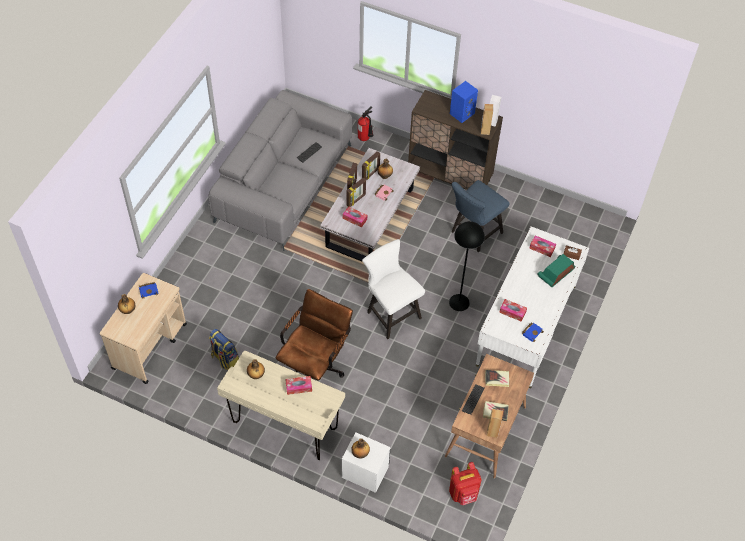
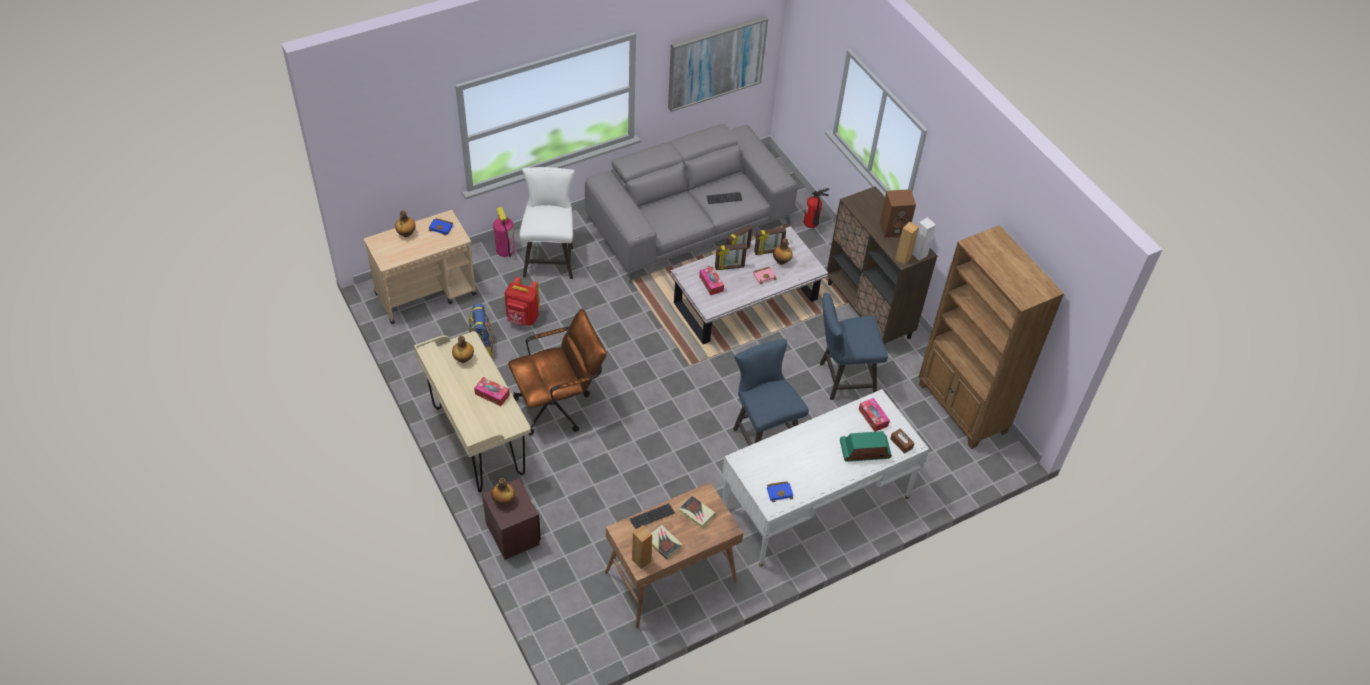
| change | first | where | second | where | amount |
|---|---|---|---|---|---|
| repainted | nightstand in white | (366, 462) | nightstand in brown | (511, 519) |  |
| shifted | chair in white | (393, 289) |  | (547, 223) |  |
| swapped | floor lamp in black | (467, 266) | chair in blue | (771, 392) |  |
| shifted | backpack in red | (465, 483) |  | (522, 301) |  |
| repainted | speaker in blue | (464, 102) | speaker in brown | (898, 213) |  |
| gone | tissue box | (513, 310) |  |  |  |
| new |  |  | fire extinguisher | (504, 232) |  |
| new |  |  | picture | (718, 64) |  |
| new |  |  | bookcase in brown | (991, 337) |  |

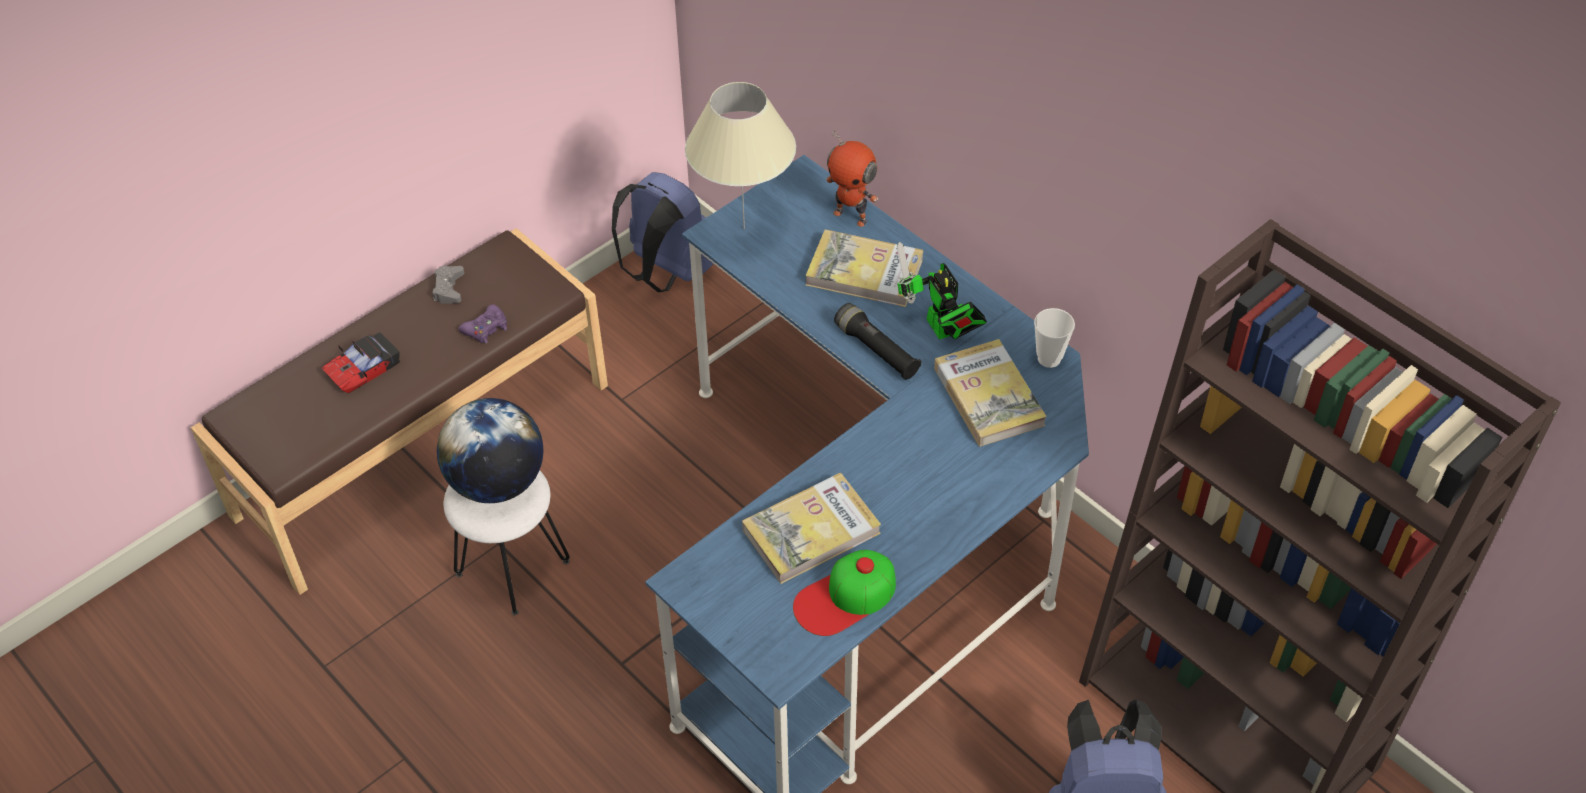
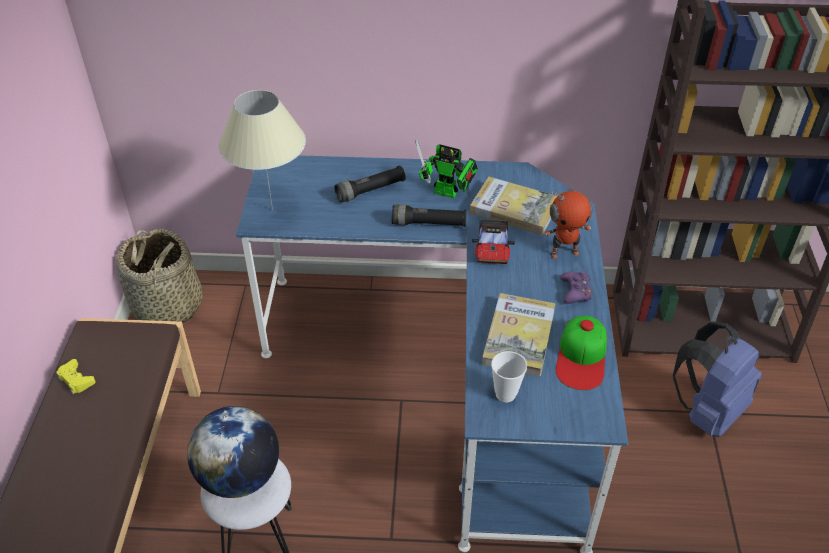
| change | first | where | second | where | amount |
|---|---|---|---|---|---|
| shifted | toy car | (361, 362) |  | (493, 242) |  |
| repainted | game controller in grey | (448, 284) | game controller in yellow | (76, 376) |  |
| shifted | game controller in purple | (482, 324) |  | (576, 287) |  |
| swapped | backpack in blue | (663, 232) | basket | (159, 276) |  |
| swapped | book | (864, 268) | flashlight in black | (370, 184) |  |
| shifted | toy robot | (852, 178) |  | (568, 224) |  |
| shifted | cup | (1054, 338) |  | (509, 376) |  |

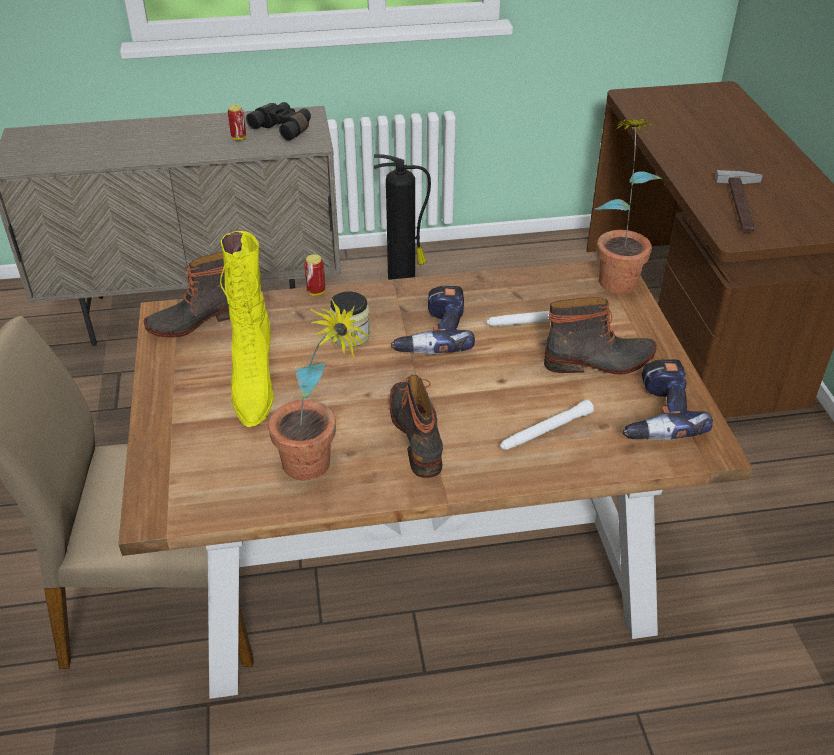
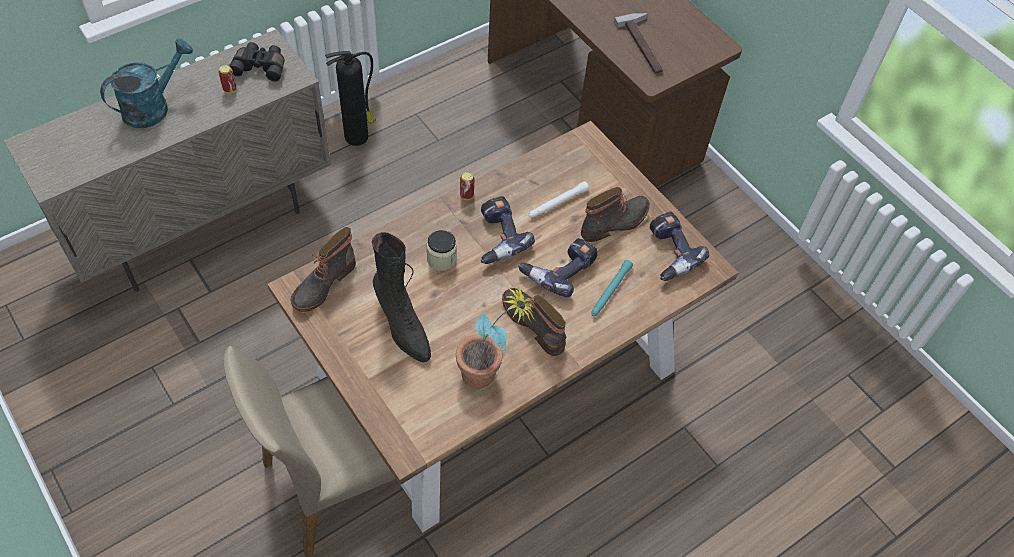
| change | first | where | second | where | amount |
|---|---|---|---|---|---|
| repainted | boot in yellow | (247, 329) | boot in black | (401, 297) |  |
| shifted | can | (314, 275) |  | (467, 186) |  |
| repainted | flashlight in white | (547, 425) | flashlight in turquoise | (612, 288) |  |
| gone | potted plant | (628, 206) |  |  |  |
| new |  |  | watering can in turquoise | (146, 83) |  |
| new |  |  | power drill | (558, 268) |  |

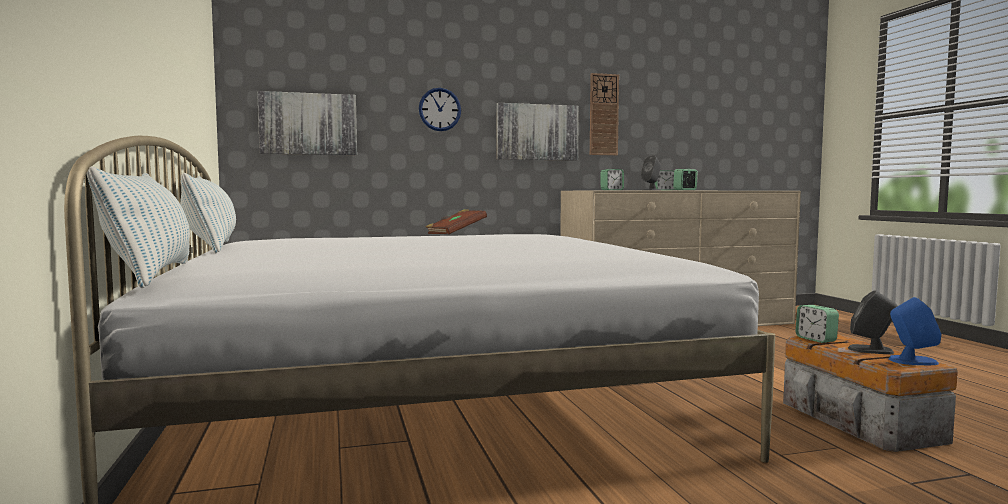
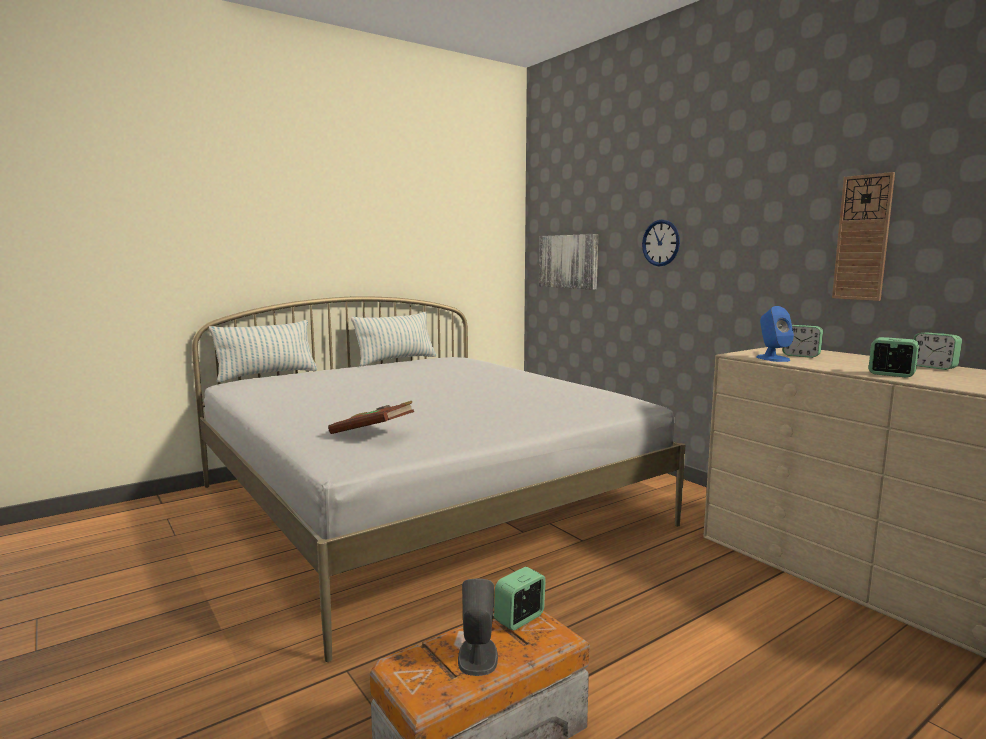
| change | first | where | second | where | amount |
|---|---|---|---|---|---|
| shifted | book in brown | (456, 221) |  | (371, 417) |  |
| gone | picture | (538, 132) |  |  |  |
| gone | speaker in grey | (651, 172) |  |  |  |
| shifted | speaker in blue | (915, 331) |  | (775, 334) |  |

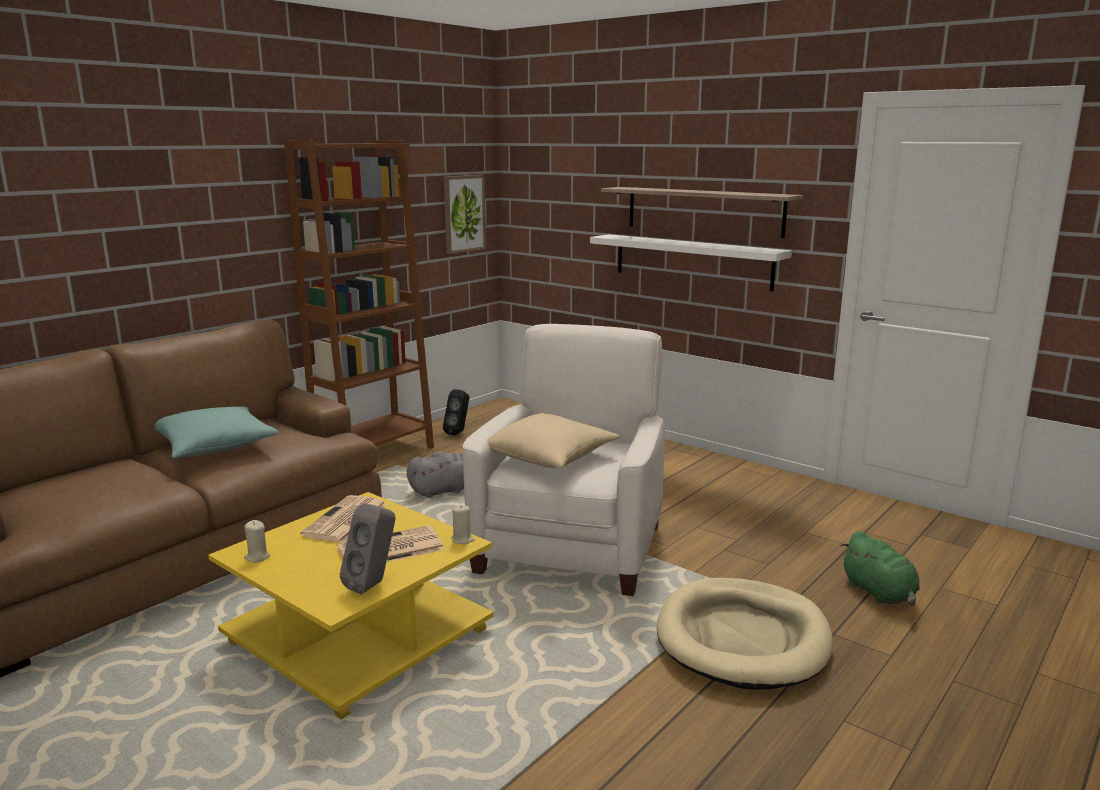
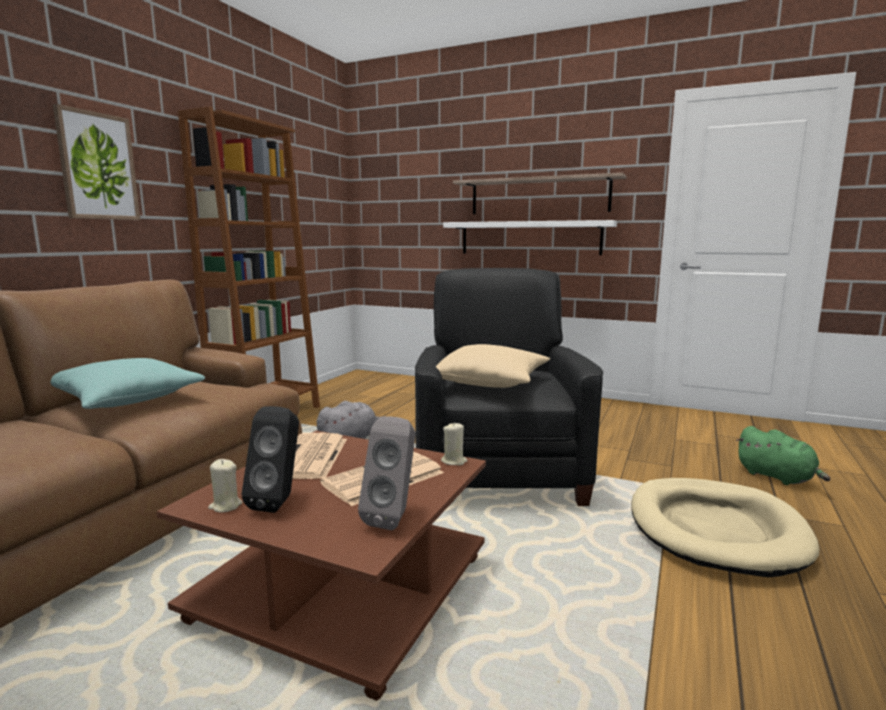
| change | first | where | second | where | amount |
|---|---|---|---|---|---|
| repainted | coffee table in yellow | (351, 605) | coffee table in brown | (321, 565) |  |
| shifted | speaker in black | (456, 412) |  | (270, 459) |  |
| shifted | picture | (465, 214) |  | (96, 162) |  |
| repainted | armchair in white | (564, 460) | armchair in black | (509, 387) |  |

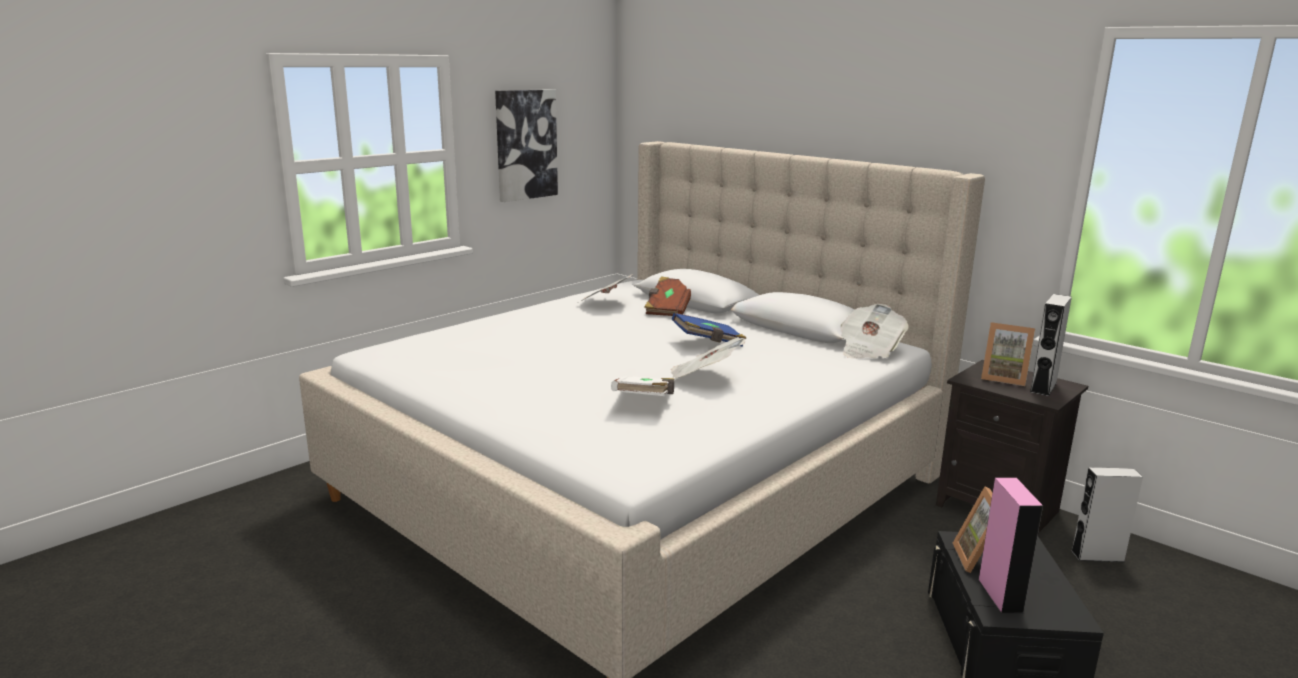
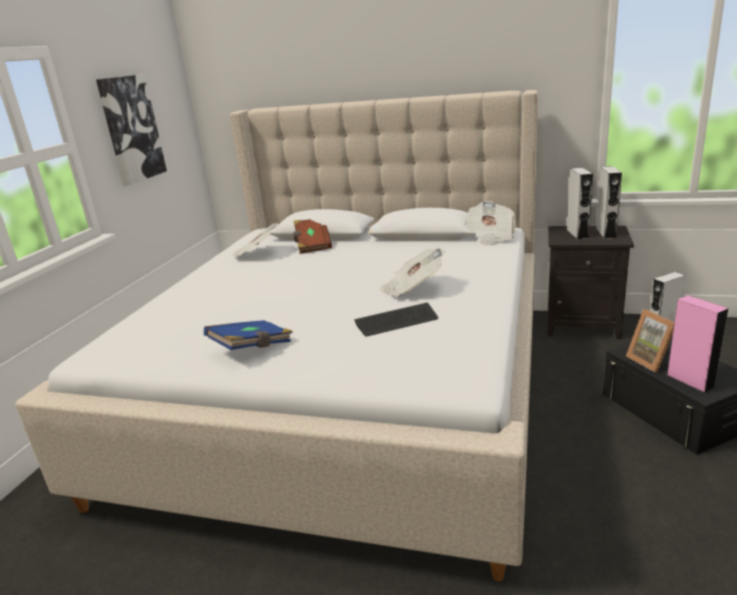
| change | first | where | second | where | amount |
|---|---|---|---|---|---|
| swapped | book in white | (642, 386) | keyboard | (396, 319) |  |
| shifted | book in blue | (709, 330) |  | (248, 335) |  |
| swapped | picture frame | (1008, 354) | speaker in grey | (580, 204) |  |

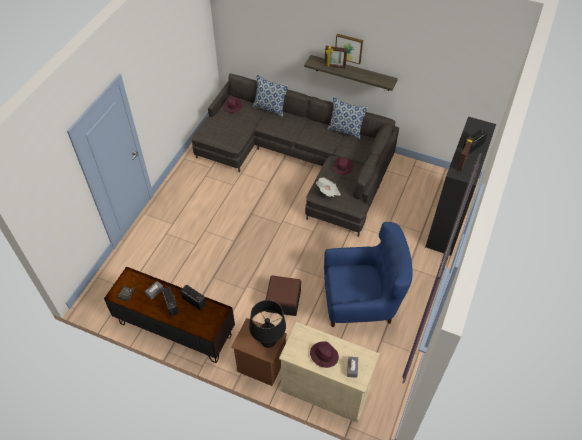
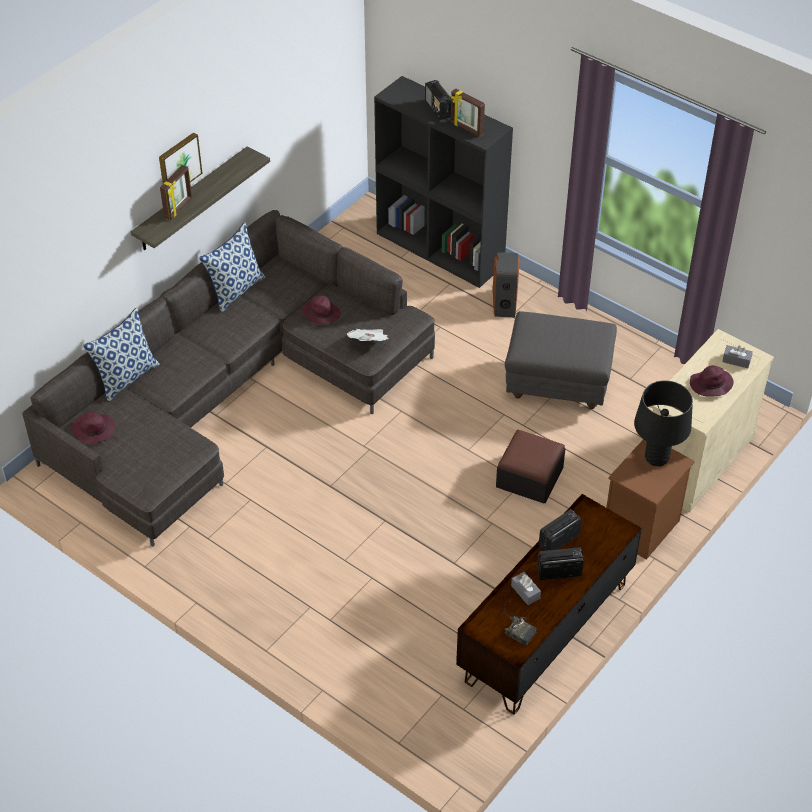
| change | first | where | second | where | amount |
|---|---|---|---|---|---|
| swapped | armchair in blue | (368, 274) | ottoman in grey | (561, 360) |  |
| new |  |  | speaker | (506, 284) |  |

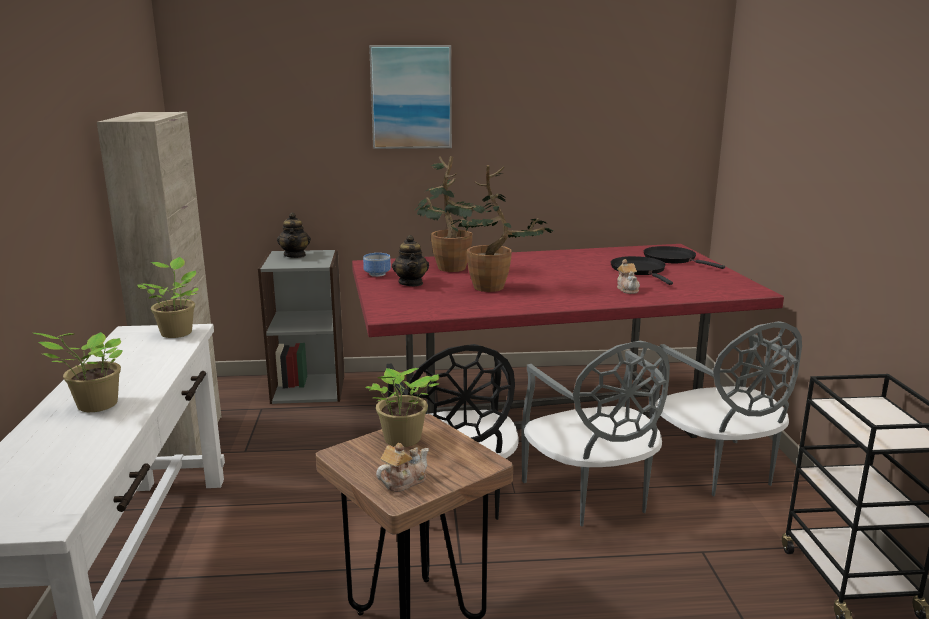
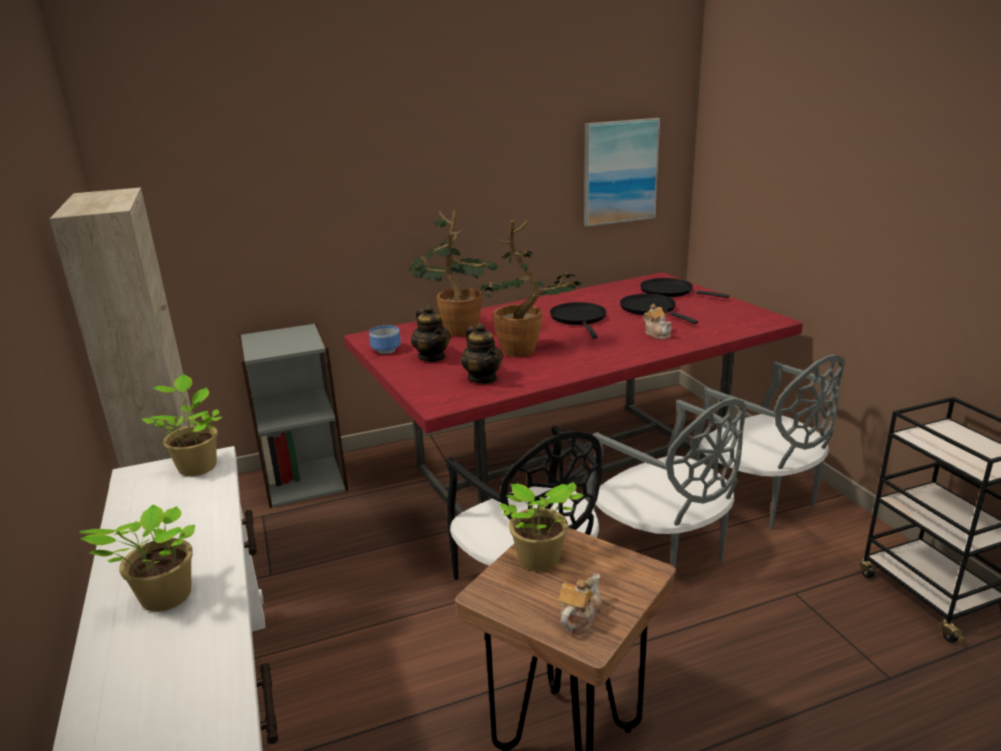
| change | first | where | second | where | amount |
|---|---|---|---|---|---|
| shifted | teapot | (294, 235) |  | (482, 353) |  |
| shifted | picture | (410, 97) |  | (622, 172) |  |
| new |  |  | frying pan in black | (578, 320) |  |

